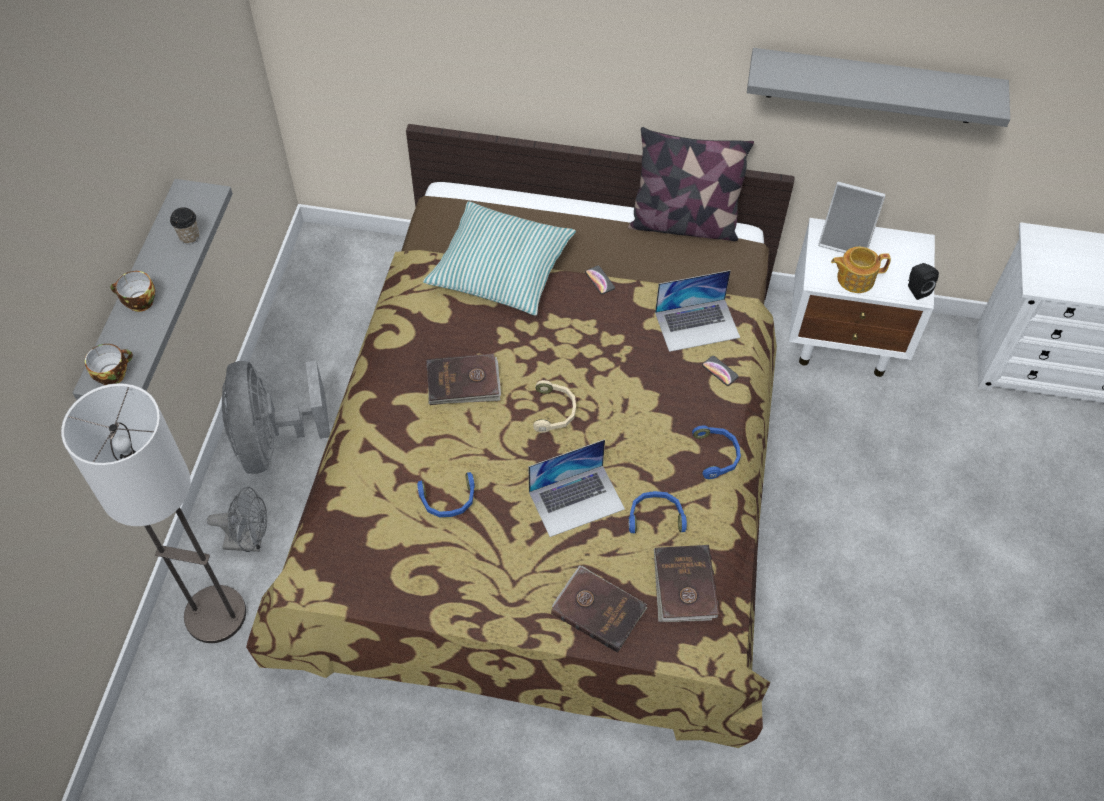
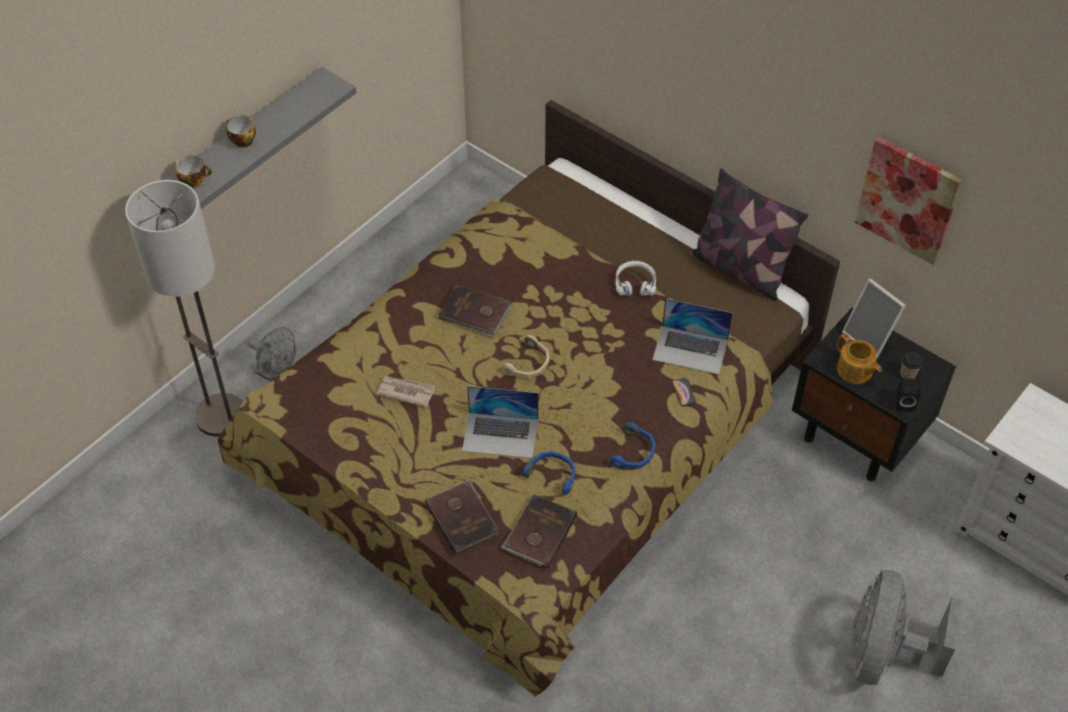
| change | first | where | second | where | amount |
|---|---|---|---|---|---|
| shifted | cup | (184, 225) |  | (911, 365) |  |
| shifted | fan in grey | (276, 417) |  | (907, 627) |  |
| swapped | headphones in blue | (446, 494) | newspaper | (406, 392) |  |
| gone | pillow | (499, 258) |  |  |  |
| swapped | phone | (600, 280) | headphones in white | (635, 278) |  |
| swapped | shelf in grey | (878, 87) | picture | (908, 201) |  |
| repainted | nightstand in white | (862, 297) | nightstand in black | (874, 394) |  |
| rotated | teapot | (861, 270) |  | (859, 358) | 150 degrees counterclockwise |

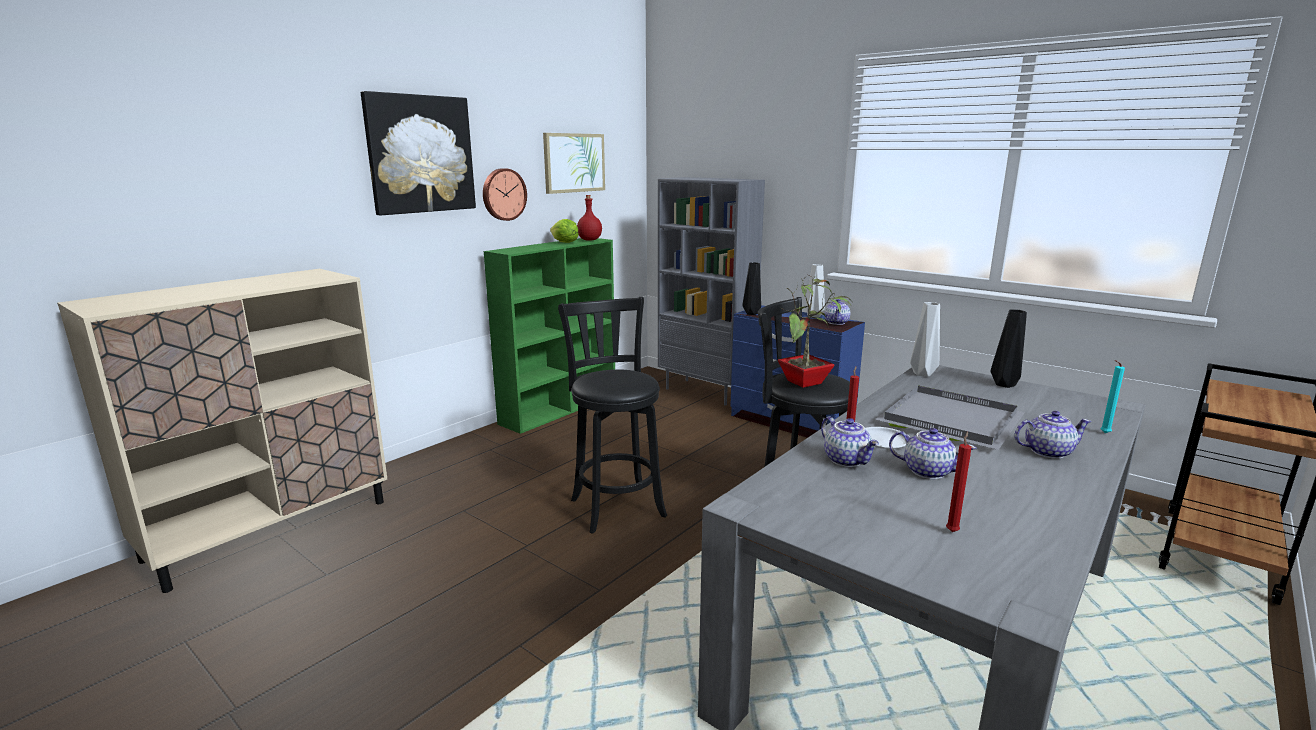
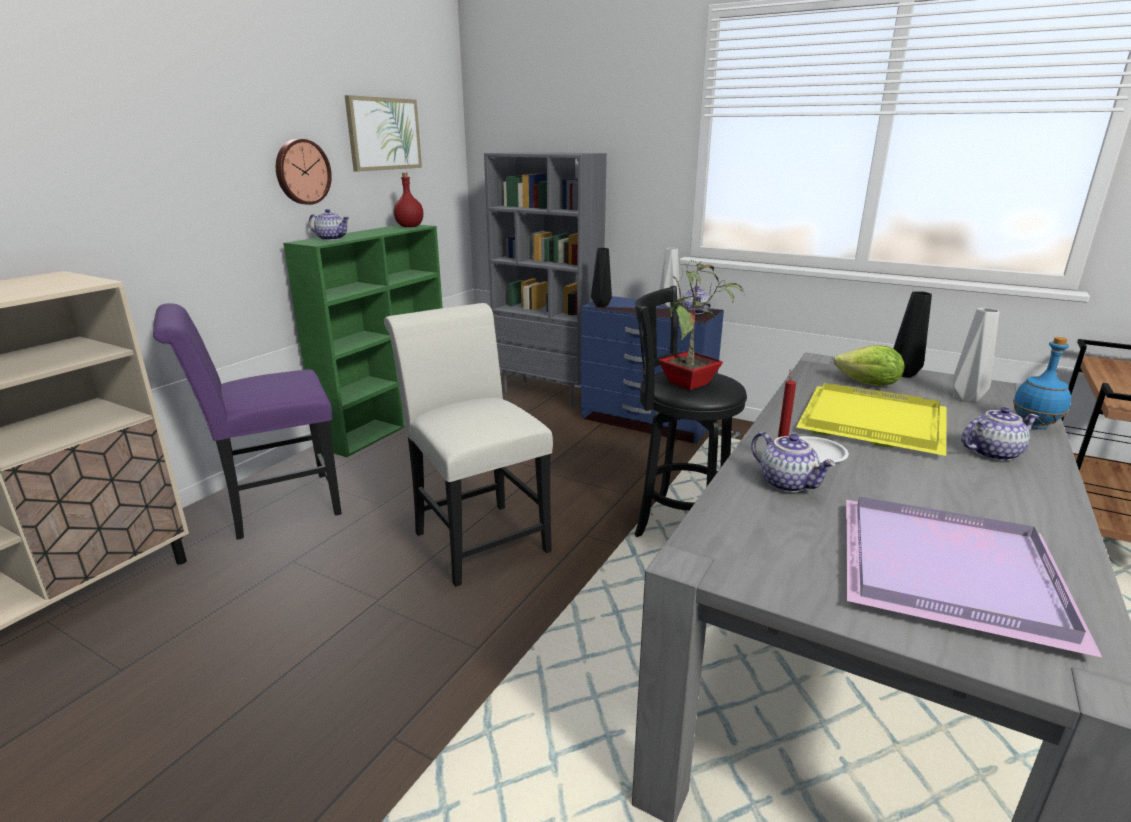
| change | first | where | second | where | amount |
|---|---|---|---|---|---|
| gone | picture | (418, 153) |  |  |  |
| shifted | lettuce | (564, 231) |  | (869, 365) |  |
| swapped | stool in black | (612, 415) | chair in white | (468, 445) |  |
| repainted | tray in grey | (950, 417) | tray in yellow | (871, 419) |  |
| shifted | teapot | (933, 453) |  | (329, 225) |  |
| shifted | vase in grey | (925, 339) |  | (975, 355) |  |
| swapped | candle in red | (959, 482) | tray in purple | (974, 577) |  |
| swapped | candle in turquoise | (1113, 396) | bottle in blue | (1042, 383) |  |
| new |  |  | chair in purple | (247, 421) |  |

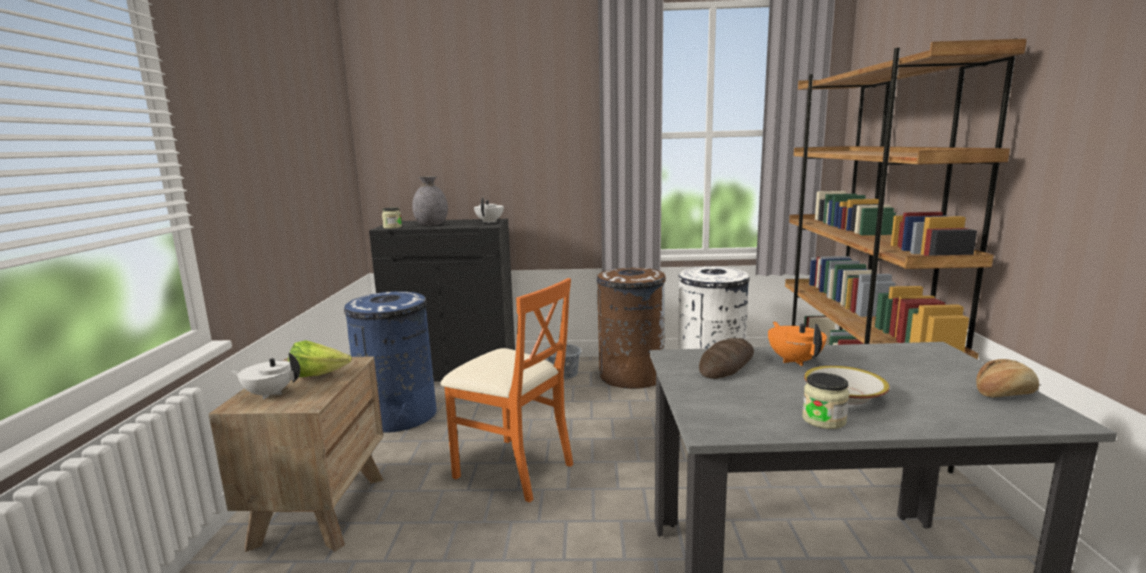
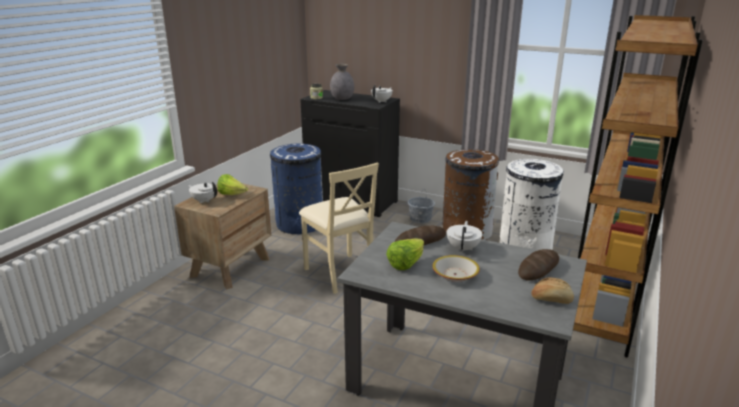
| change | first | where | second | where | amount |
|---|---|---|---|---|---|
| repainted | chair in orange | (507, 390) | chair in beige | (339, 228) |  |
| repainted | teapot in orange | (797, 344) | teapot in white | (464, 237) |  |
| gone | jar | (825, 401) |  |  |  |
| new |  |  | lettuce | (405, 254) |  |
| new |  |  | bread | (538, 265) |  |

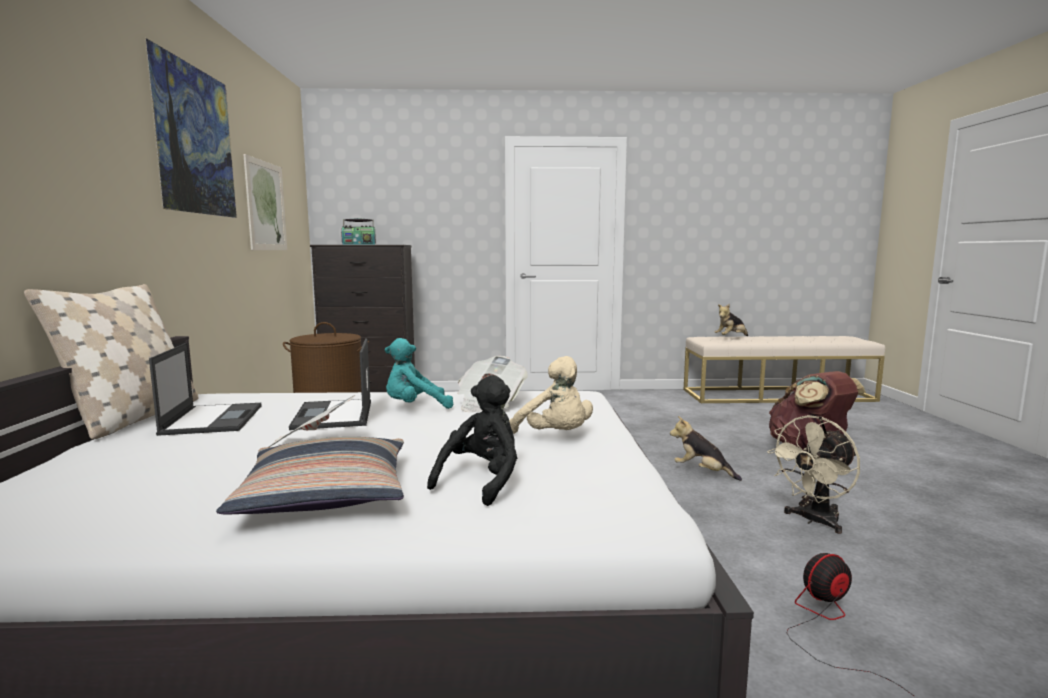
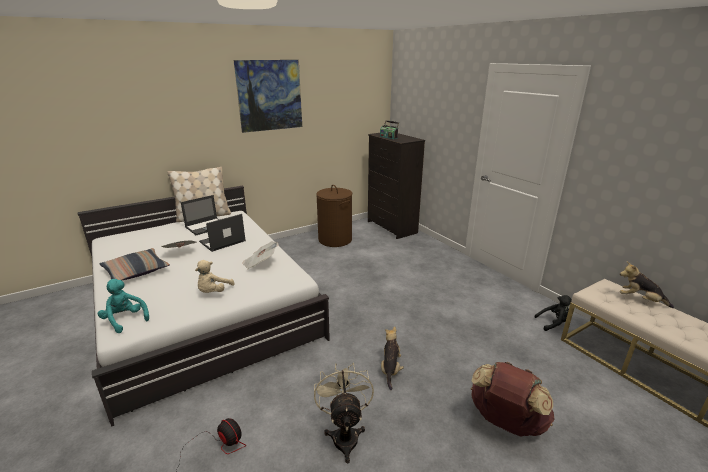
| change | first | where | second | where | amount |
|---|---|---|---|---|---|
| gone | picture | (265, 202) |  |  |  |
| shifted | plush toy in turquoise | (419, 373) |  | (123, 306) |  |
| shifted | plush toy in black | (472, 440) |  | (553, 313) |  |
| rotated | fan in beige | (813, 474) |  | (344, 413) | 60 degrees clockwise |

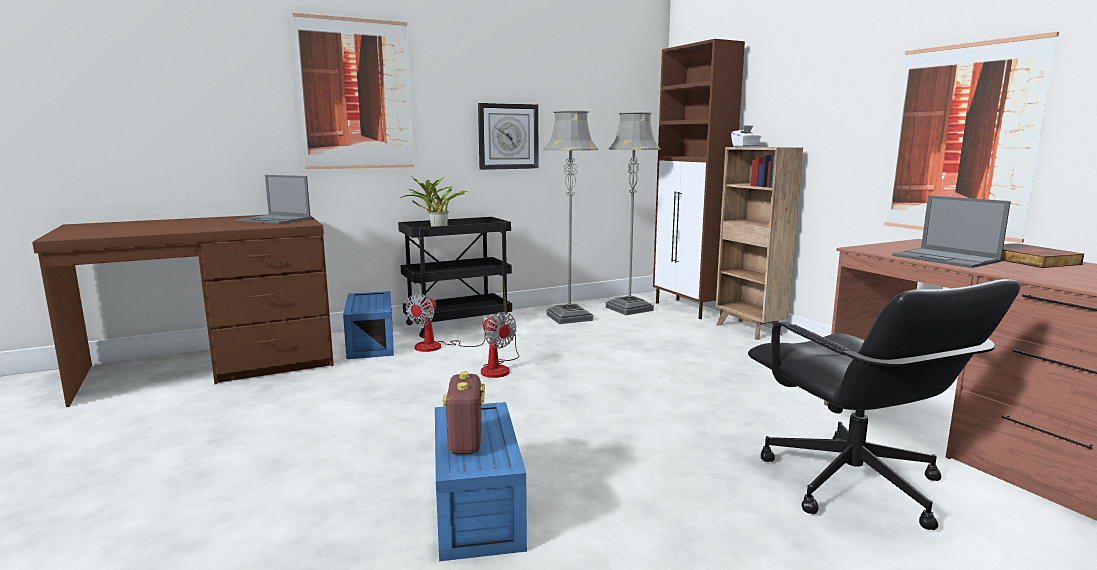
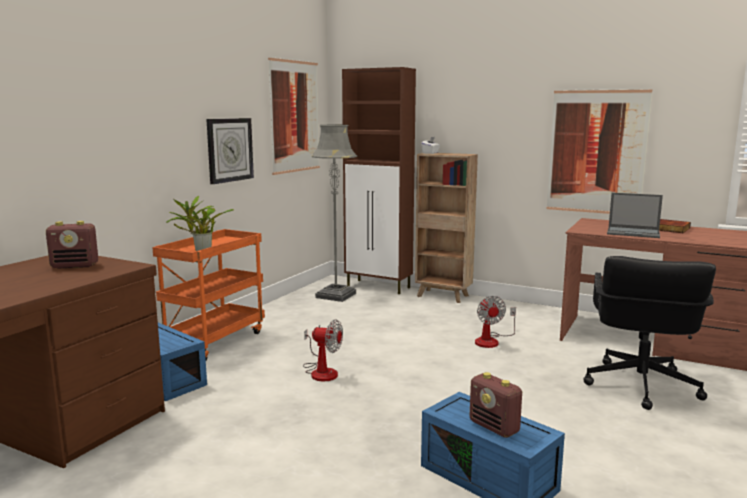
| change | first | where | second | where | amount |
|---|---|---|---|---|---|
| swapped | laptop | (274, 199) | radio | (72, 245) |  |
| shifted | picture | (353, 91) |  | (294, 116) |  |
| repainted | cart in black | (455, 277) | cart in orange | (208, 294) |  |
| shifted | fan | (447, 322) |  | (495, 322) |  |
| gone | floor lamp in grey | (571, 217) |  |  |  |
| rotated | office chair in black | (884, 404) |  | (649, 333) | 75 degrees clockwise |

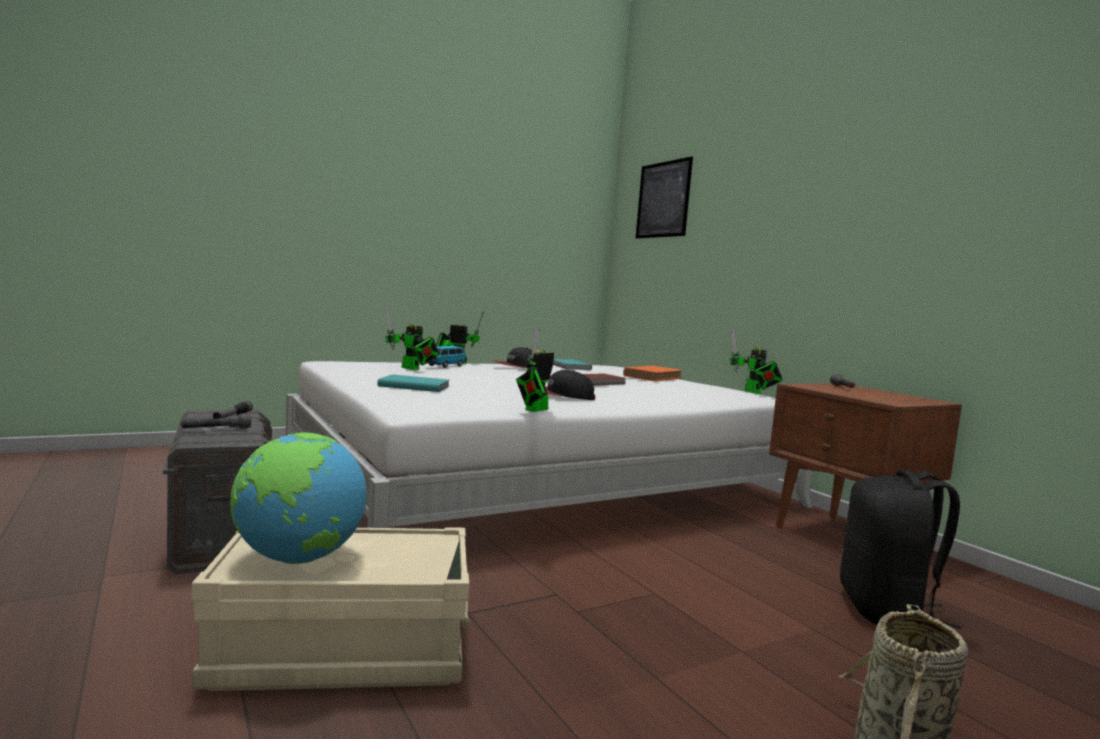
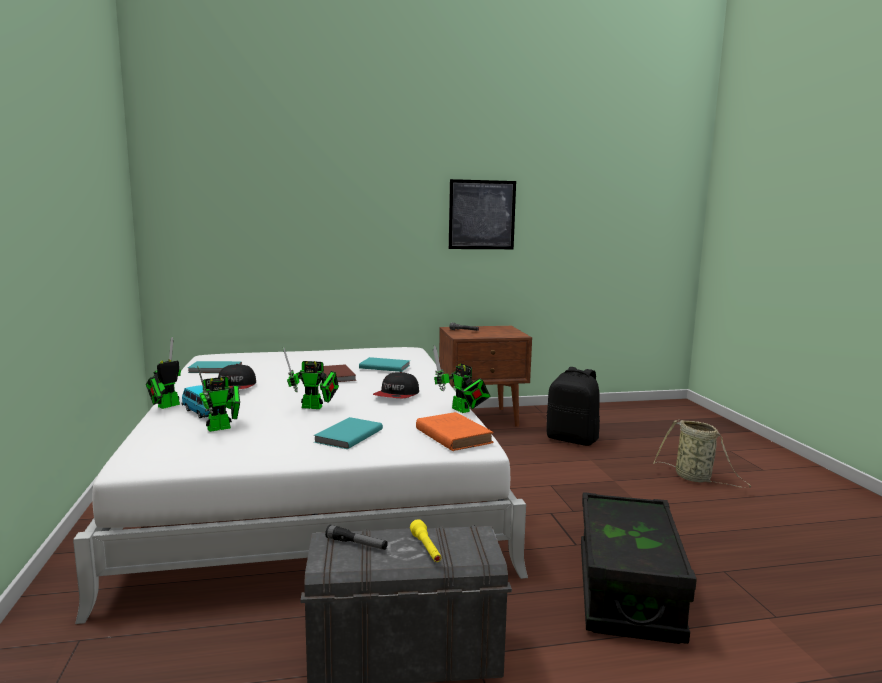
| change | first | where | second | where | amount |
|---|---|---|---|---|---|
| repainted | flashlight in grey | (216, 421) | flashlight in yellow | (426, 540) |  |
| repainted | storage box in beige | (331, 609) | storage box in black | (639, 568) |  |
| gone | globe | (298, 498) |  |  |  |
| shifted | book in orange | (652, 373) |  | (455, 431) |  |
| shifted | picture | (664, 197) |  | (482, 214) |  |
| shifted | toy robot | (756, 361) |  | (311, 378) |  |
| new |  |  | book in turquoise | (384, 364) |  |

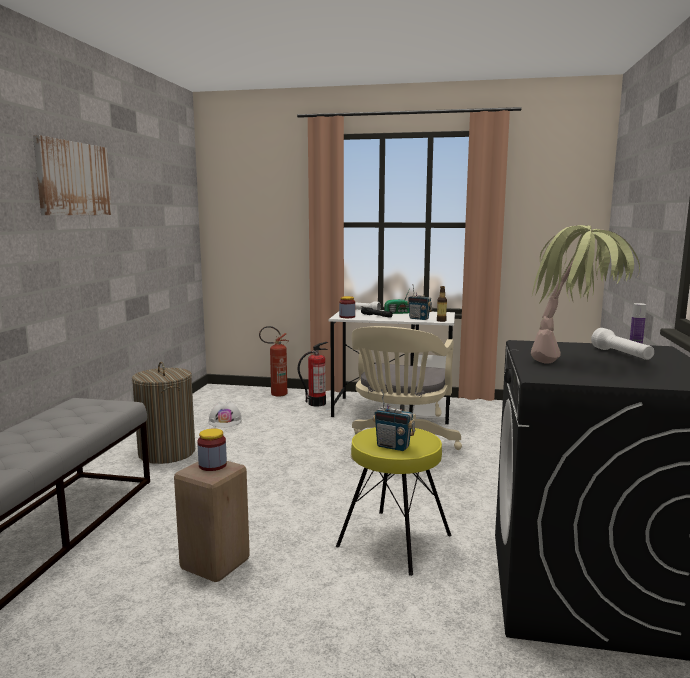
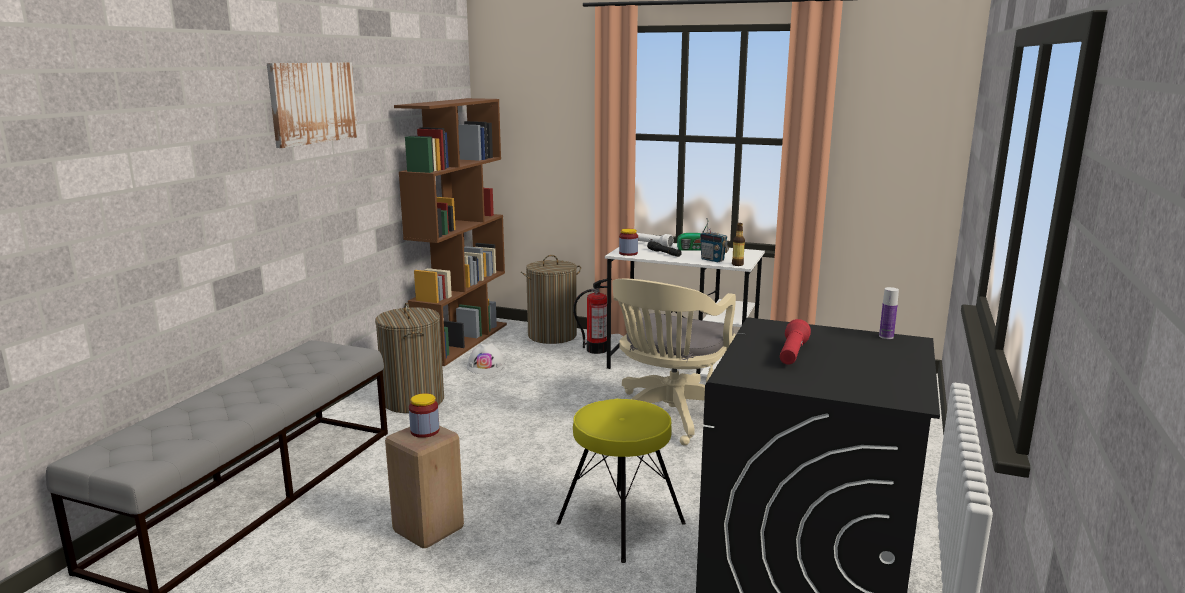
| change | first | where | second | where | amount |
|---|---|---|---|---|---|
| swapped | fire extinguisher | (273, 361) | laundry basket | (551, 299) |  |
| gone | radio | (394, 420) |  |  |  |
| swapped | potted plant | (585, 294) | flashlight in red | (795, 342) |  |
| gone | flashlight in white | (622, 344) |  |  |  |
| new |  |  | bookcase in brown | (450, 232) |  |

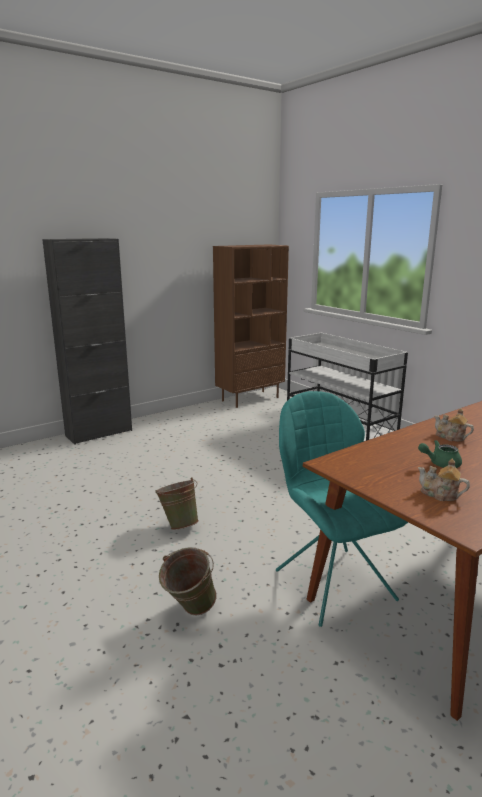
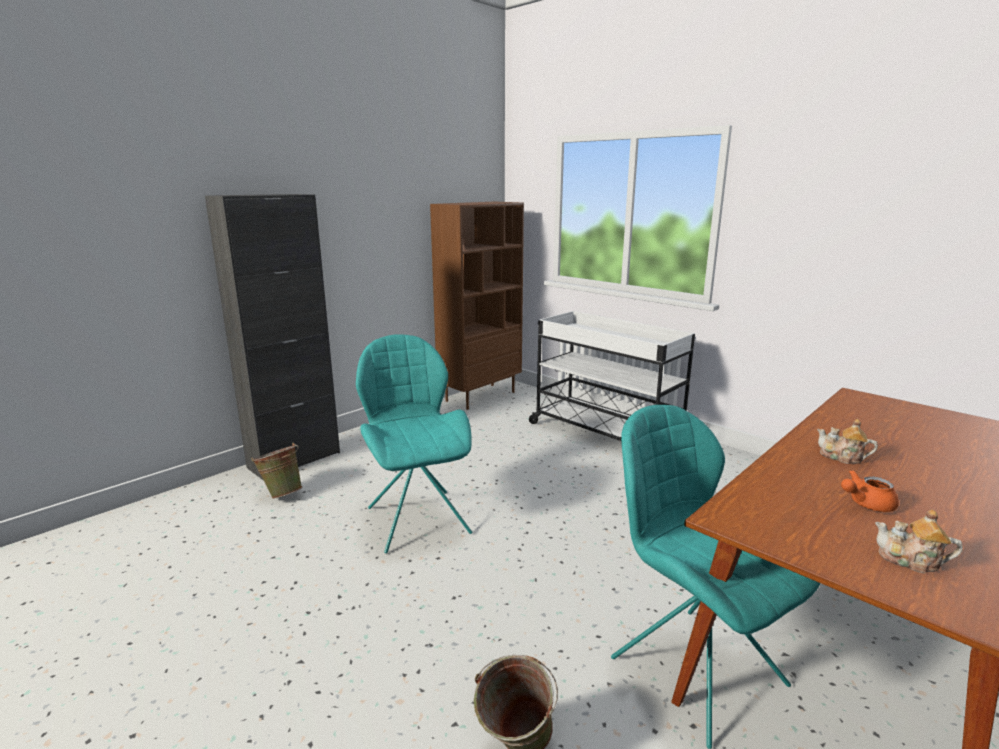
| change | first | where | second | where | amount |
|---|---|---|---|---|---|
| shifted | bucket in green | (177, 503) |  | (276, 471) |  |
| repainted | teapot in green | (440, 454) | teapot in orange | (870, 491) |  |
| new |  |  | chair in turquoise | (414, 443) |  |

